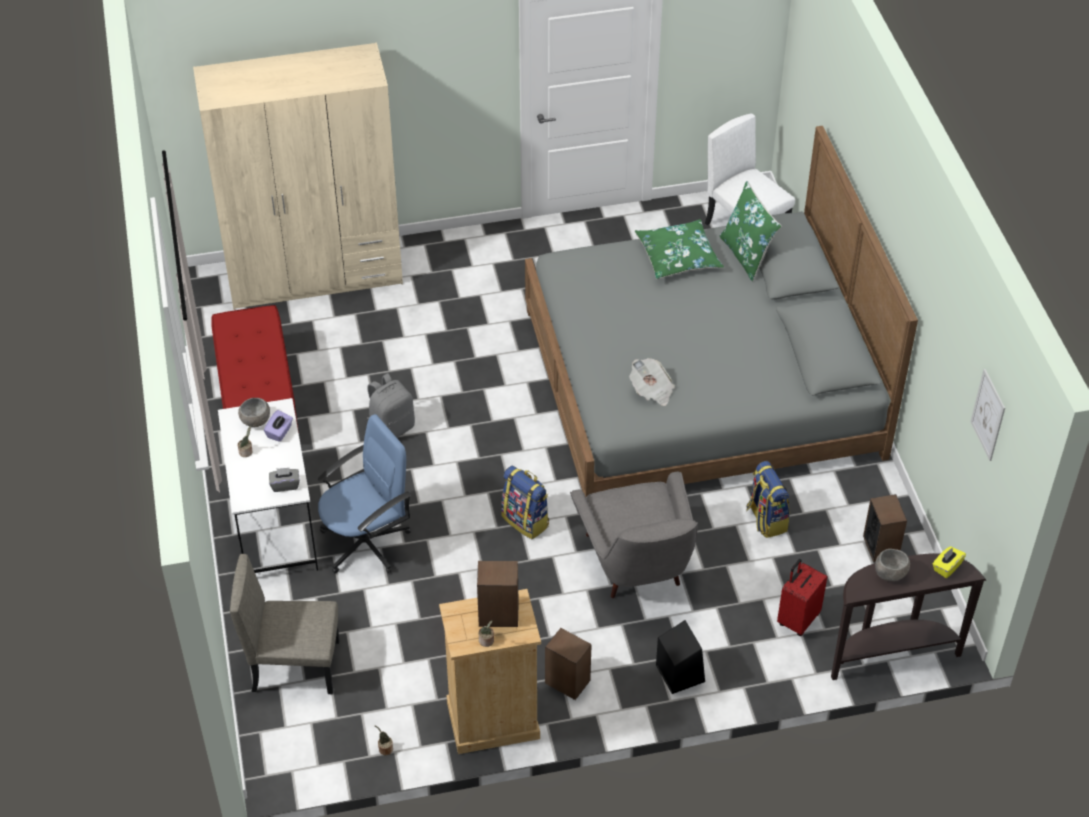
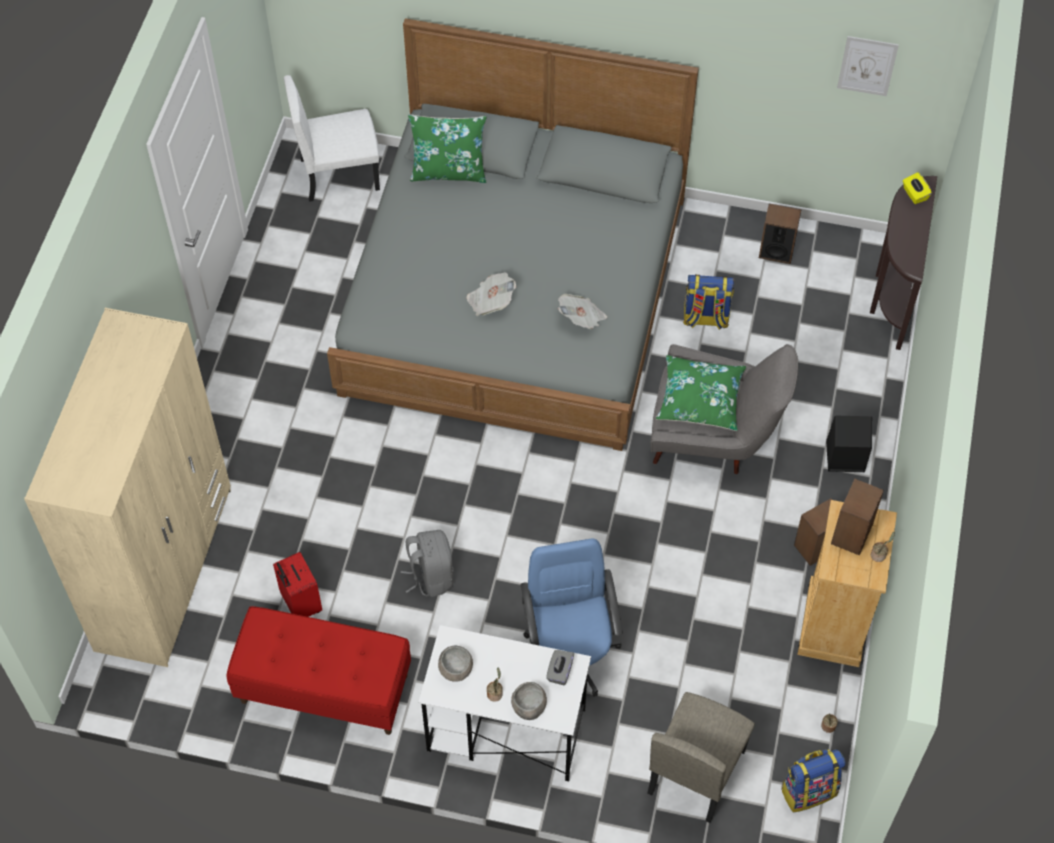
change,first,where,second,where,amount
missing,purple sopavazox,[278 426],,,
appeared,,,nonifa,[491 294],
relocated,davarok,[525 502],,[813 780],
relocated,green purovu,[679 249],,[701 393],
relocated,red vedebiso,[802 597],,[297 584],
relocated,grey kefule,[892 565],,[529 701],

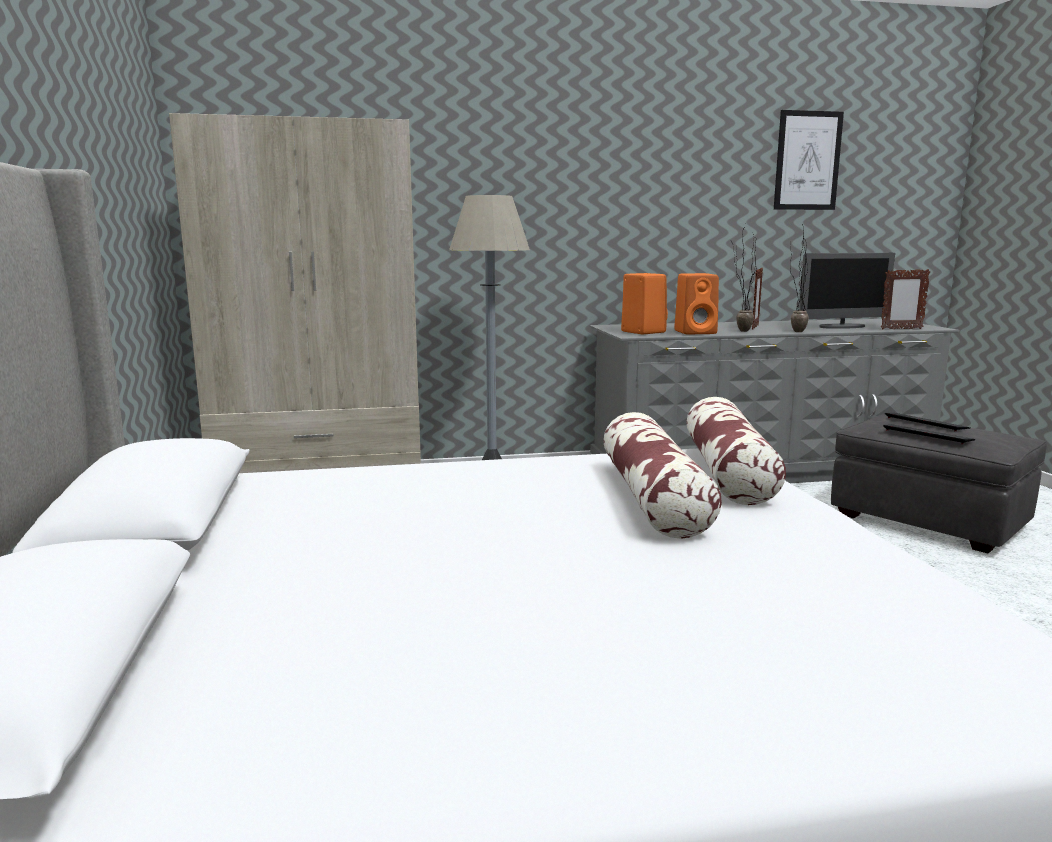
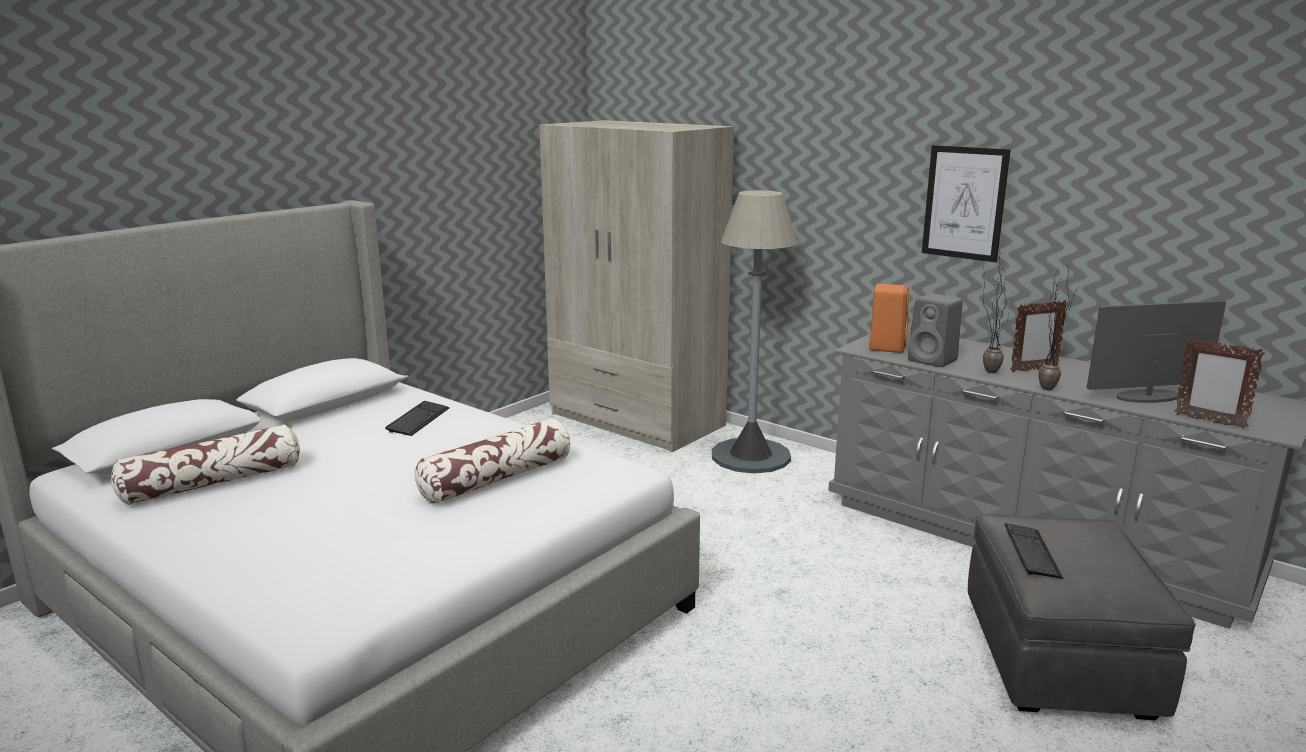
change,first,where,second,where,amount
relocated,purovu,[736 451],,[205 464],
relocated,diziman,[809 160],,[966 203],
relocated,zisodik,[927 422],,[417 418],
colour,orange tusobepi,[696 303],grey tusobepi,[935 330],
spun,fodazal,[847 291],,[1156 351],135 degrees clockwise

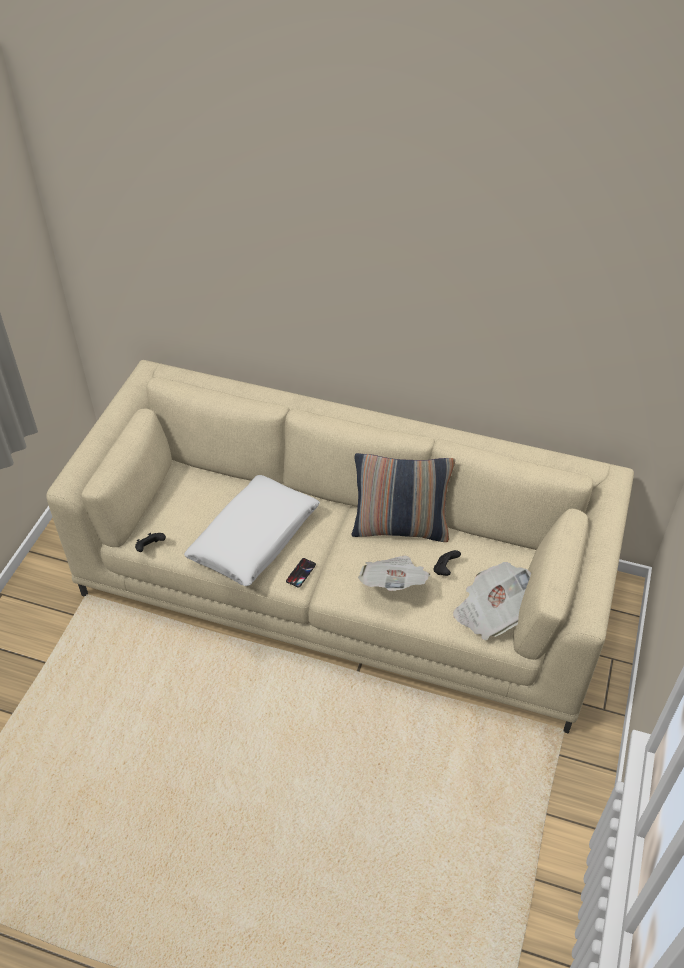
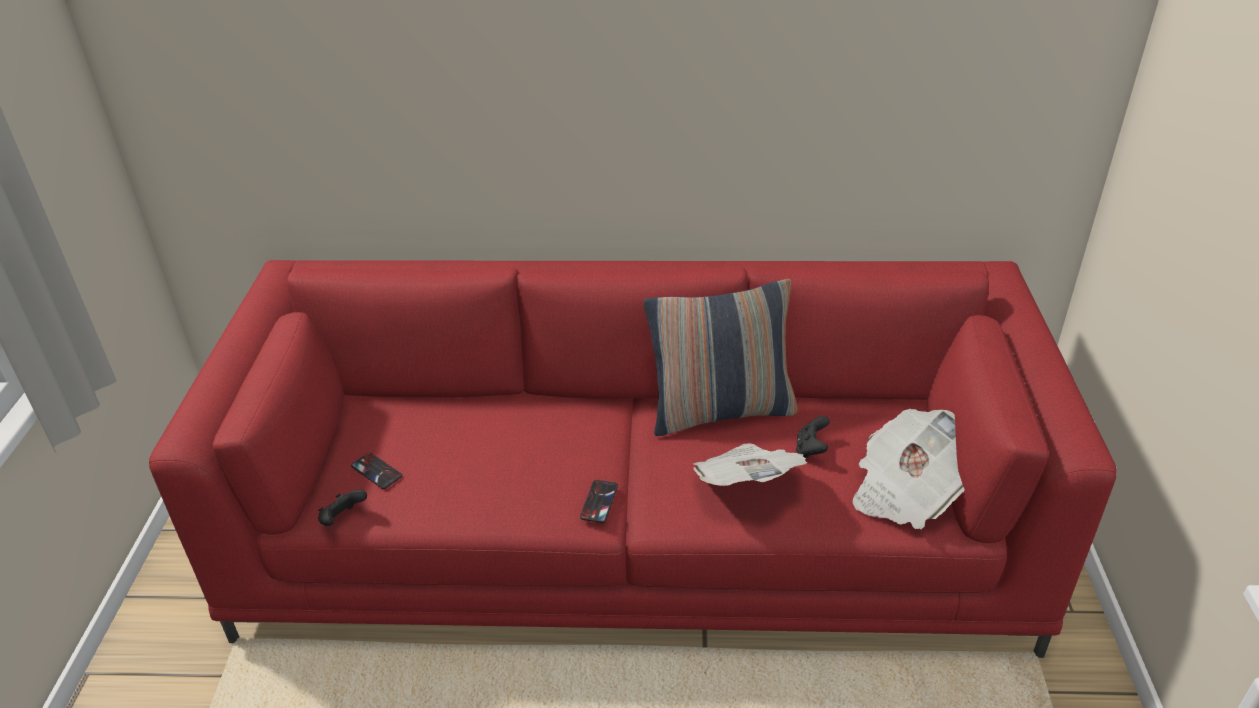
change,first,where,second,where,amount
missing,white purovu,[252 530],,,
appeared,,,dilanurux,[376 471],
colour,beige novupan,[340 547],red novupan,[633 459],

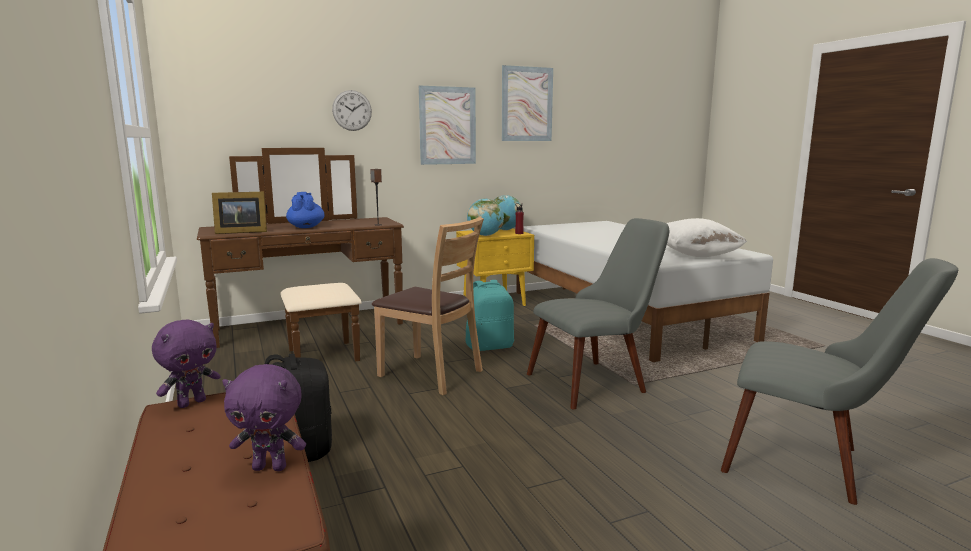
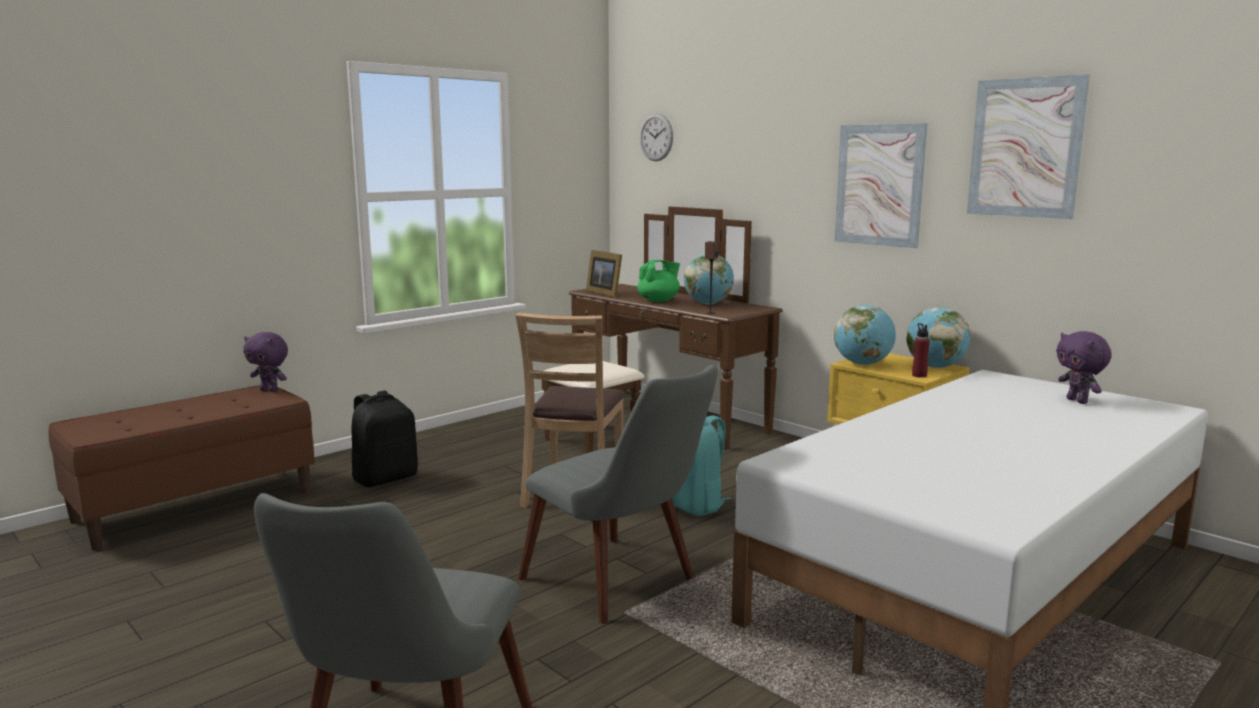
change,first,where,second,where,amount
missing,white purovu,[707 237],,,
appeared,,,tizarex,[709 279],
relocated,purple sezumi,[264 417],,[1083 367],
relocated,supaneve,[352 110],,[656 137],
colour,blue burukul,[305 210],green burukul,[659 281],

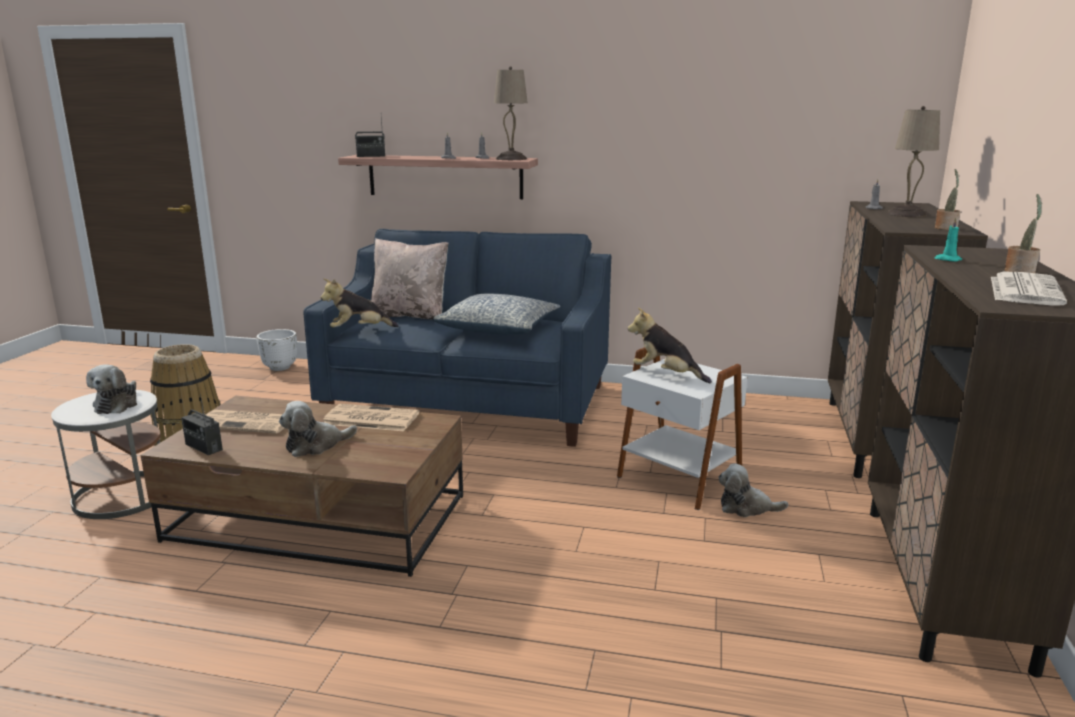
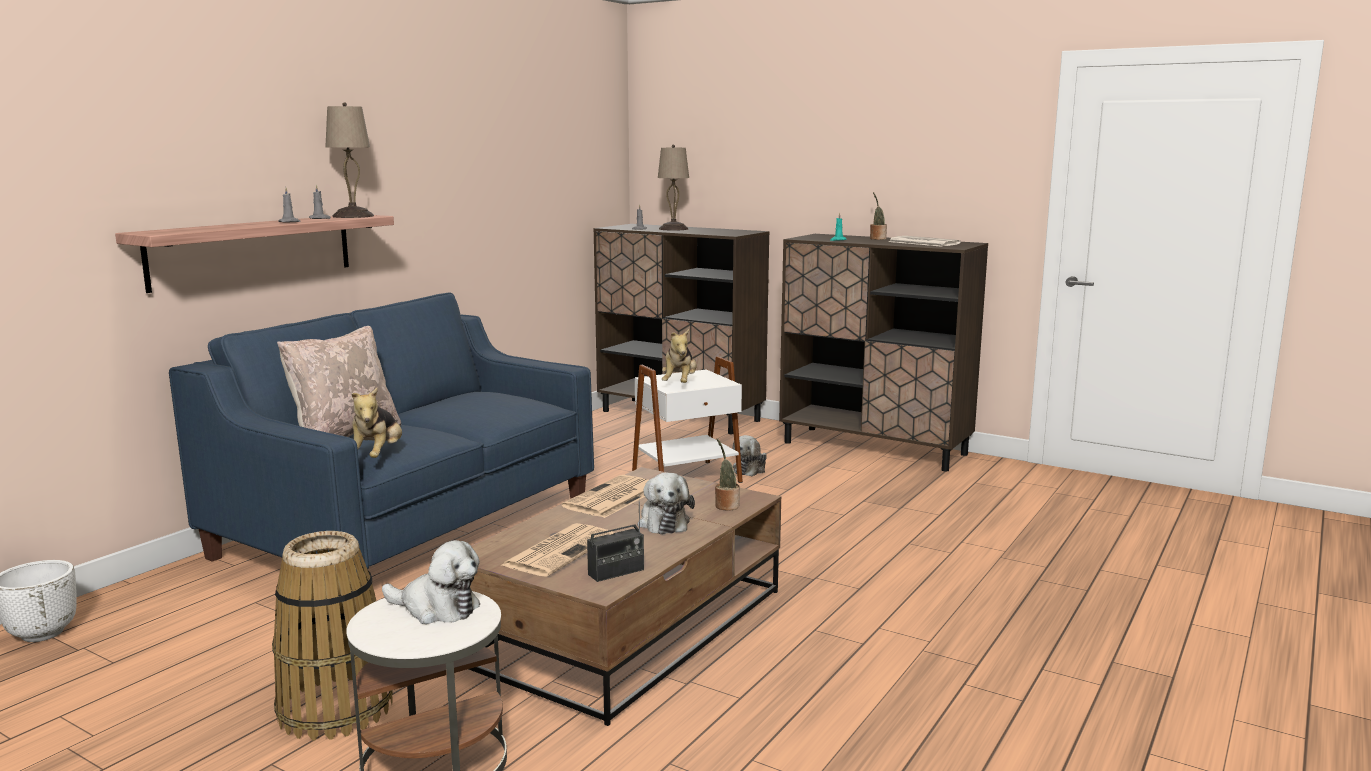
change,first,where,second,where,amount
missing,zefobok,[370 137],,,
missing,purovu,[496 314],,,
relocated,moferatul,[947 199],,[727 474],
spun,sezumi,[670 345],,[679 356],45 degrees counterclockwise

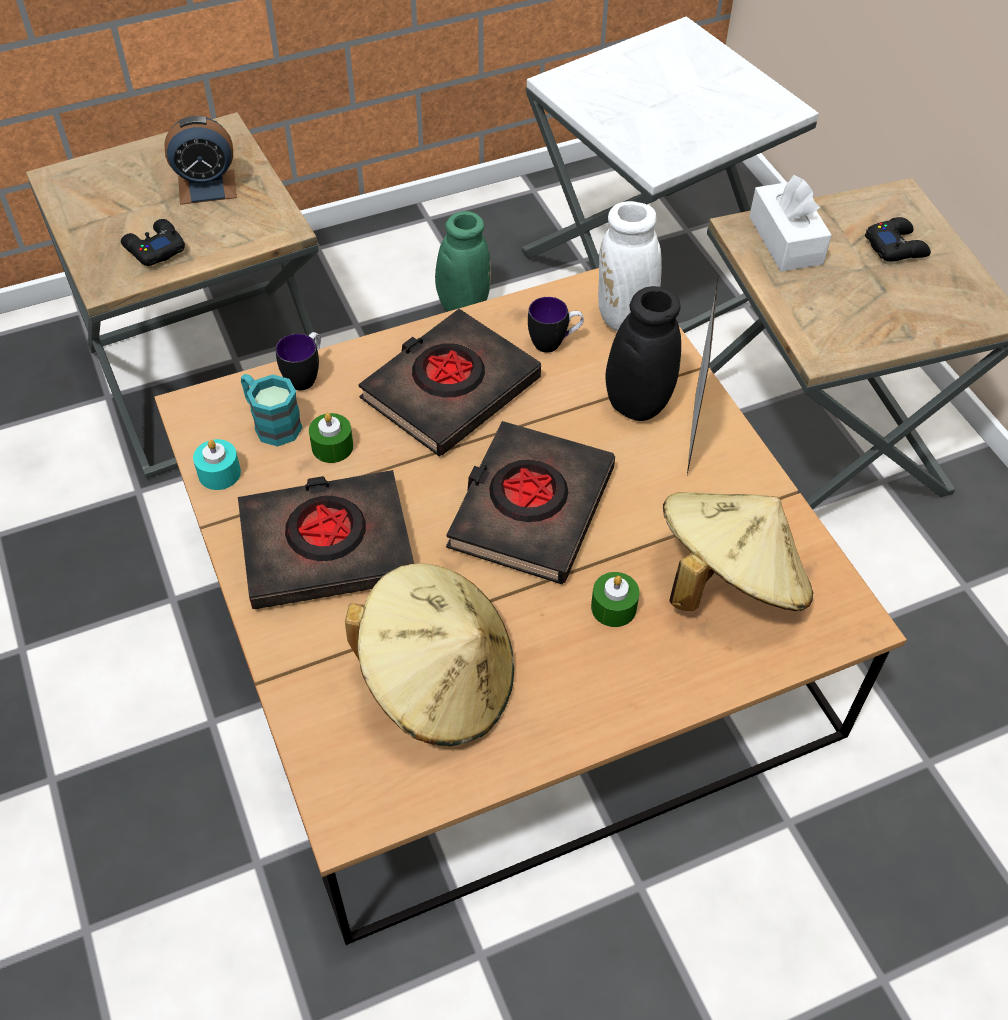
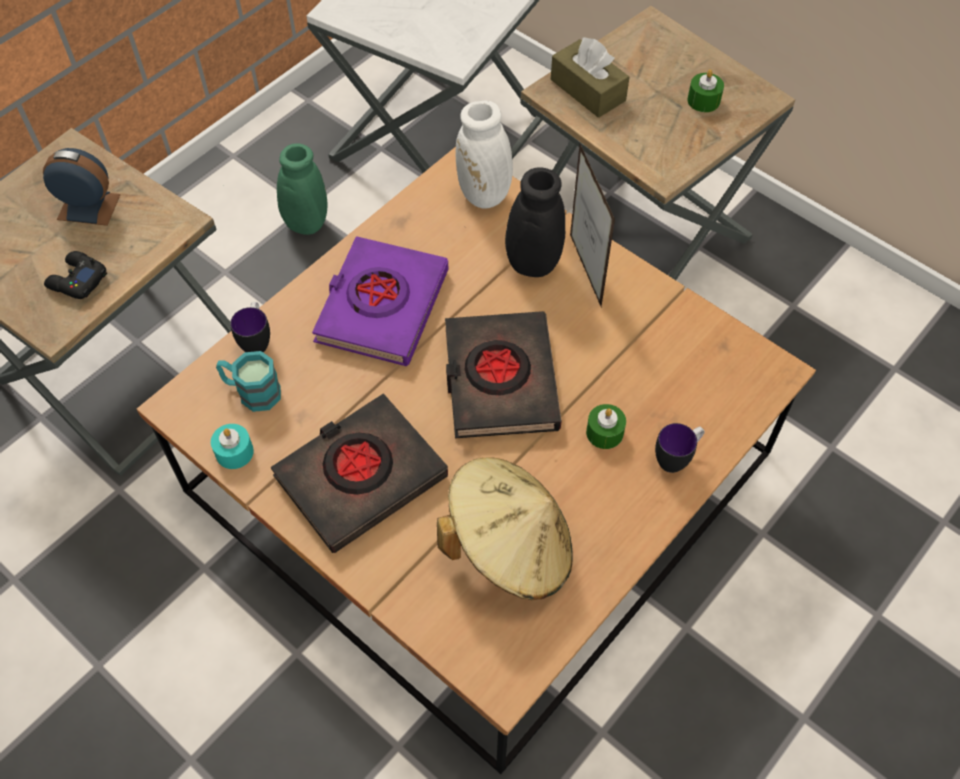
change,first,where,second,where,amount
missing,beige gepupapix,[738 551],,,
missing,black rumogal,[898 239],,,
relocated,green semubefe,[331 438],,[705 91],
relocated,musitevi,[556 325],,[680 448],
colour,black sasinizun,[449 382],purple sasinizun,[380 301],
colour,white sopavazox,[790 223],brown sopavazox,[590 77],
spun,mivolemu,[200 160],,[81 187],135 degrees counterclockwise

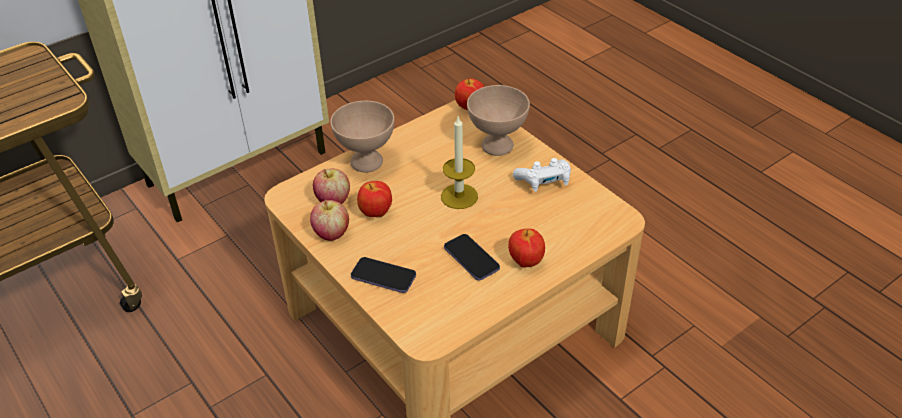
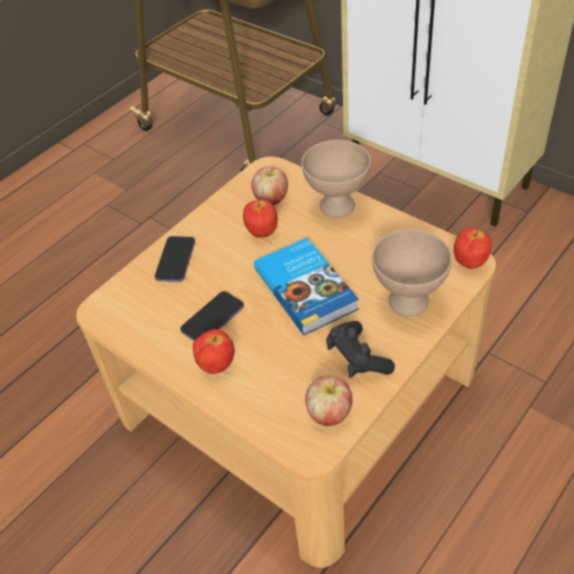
change,first,where,second,where,amount
relocated,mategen,[329 220],,[329 400],
exchanged,semubefe,[459 163],sasinizun,[306 286],
colour,white rumogal,[542 175],black rumogal,[360 349],

